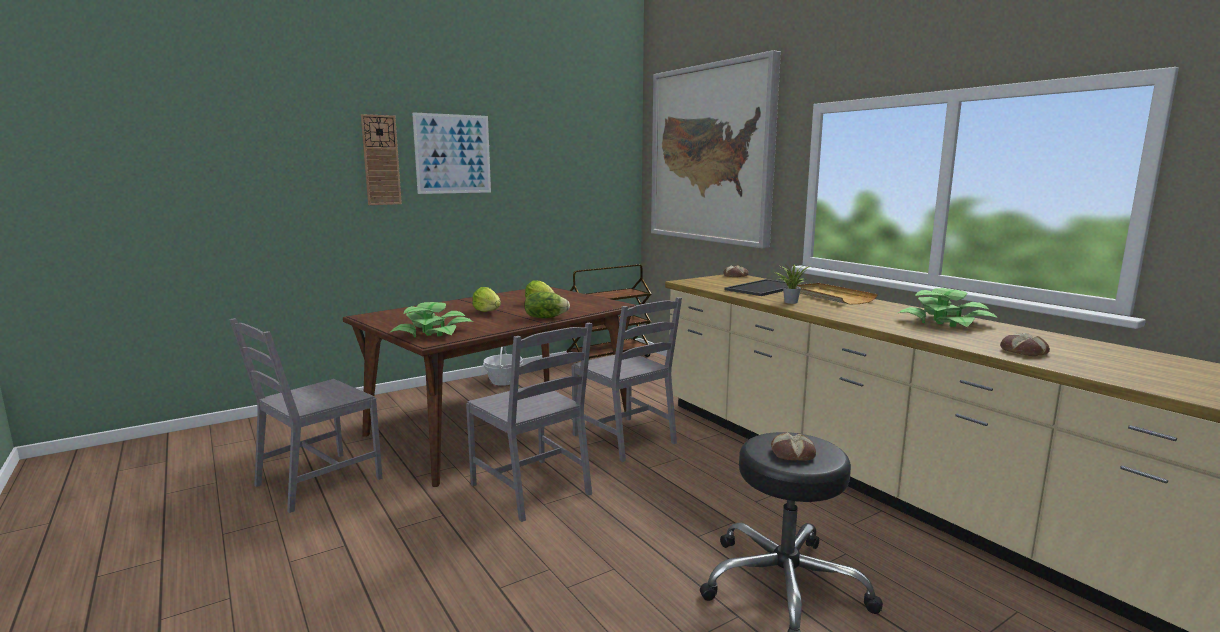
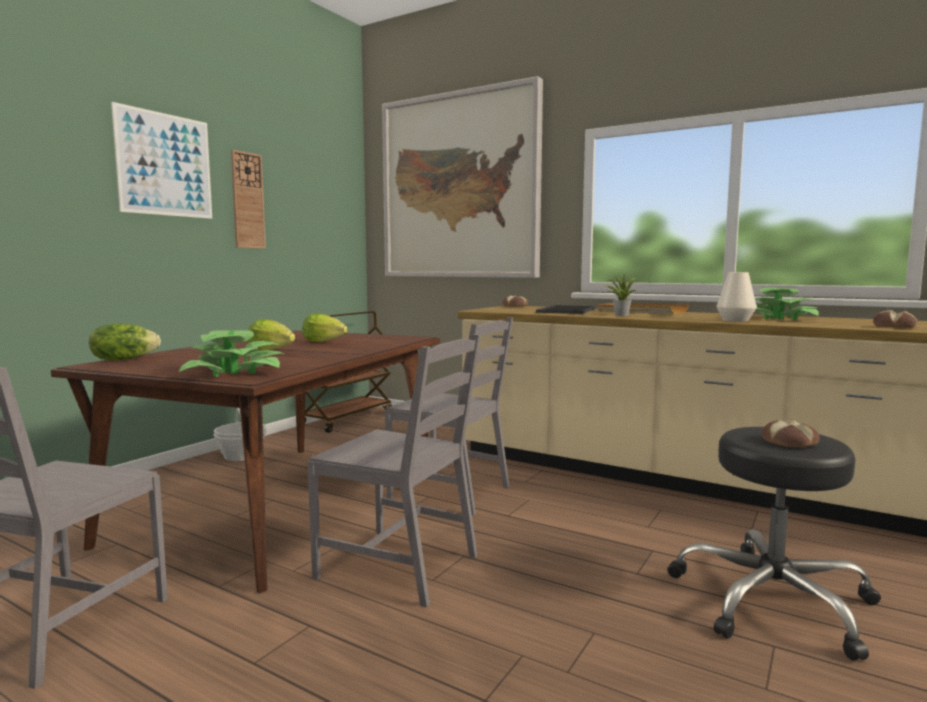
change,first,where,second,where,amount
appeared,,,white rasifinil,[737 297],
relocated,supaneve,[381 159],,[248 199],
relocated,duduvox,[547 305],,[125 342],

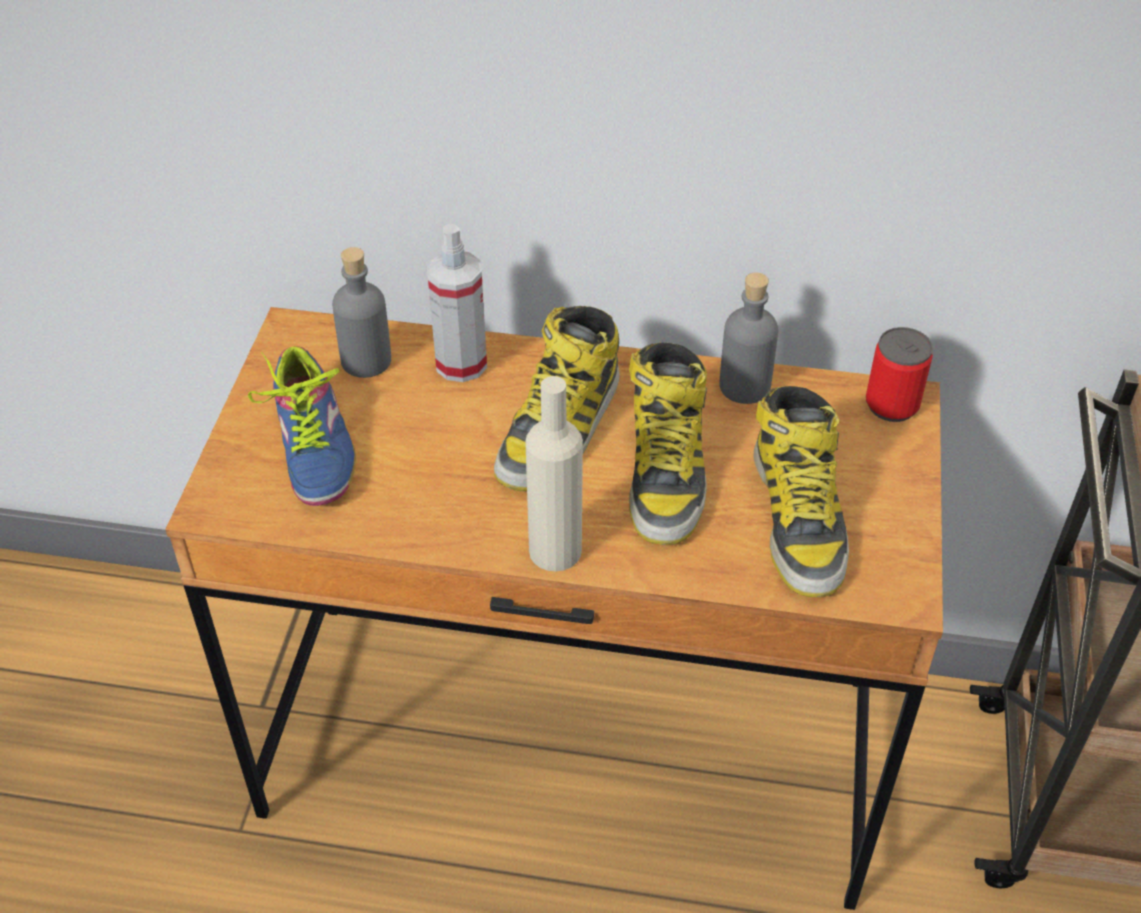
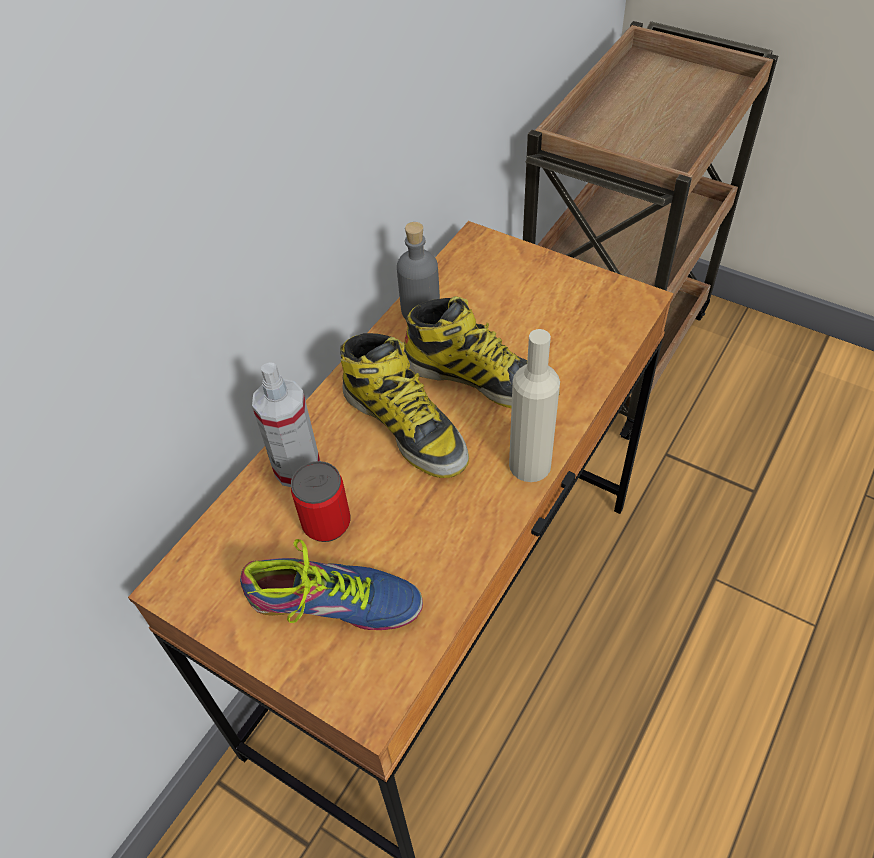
change,first,where,second,where,amount
missing,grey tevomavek,[361 312],,,
missing,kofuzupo,[801 491],,,
relocated,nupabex,[899 374],,[320 501],

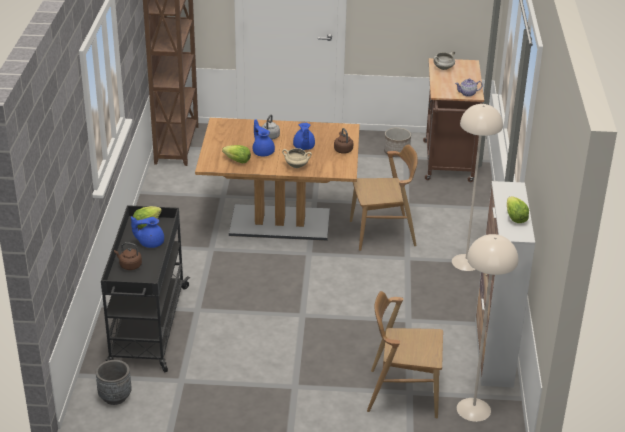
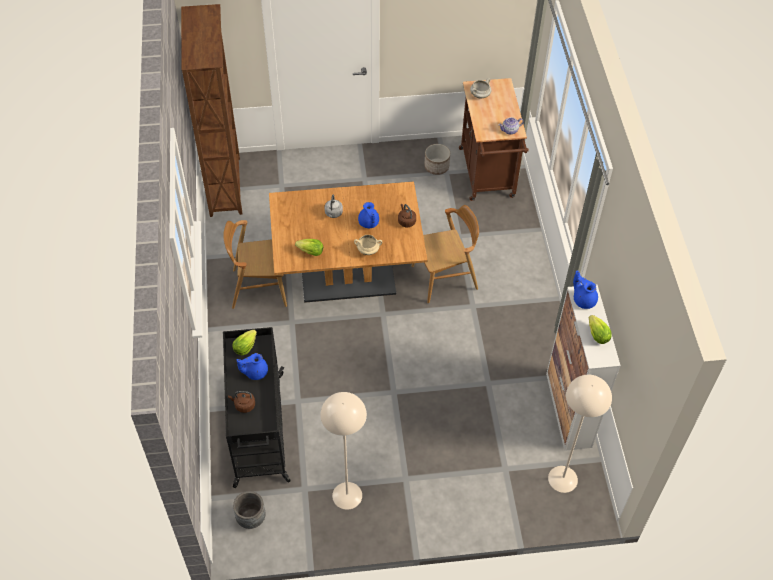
change,first,where,second,where,amount
relocated,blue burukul,[264 138],,[585 289],
relocated,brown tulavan,[405 355],,[255 264],
relocated,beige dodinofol,[477 187],,[343 451],

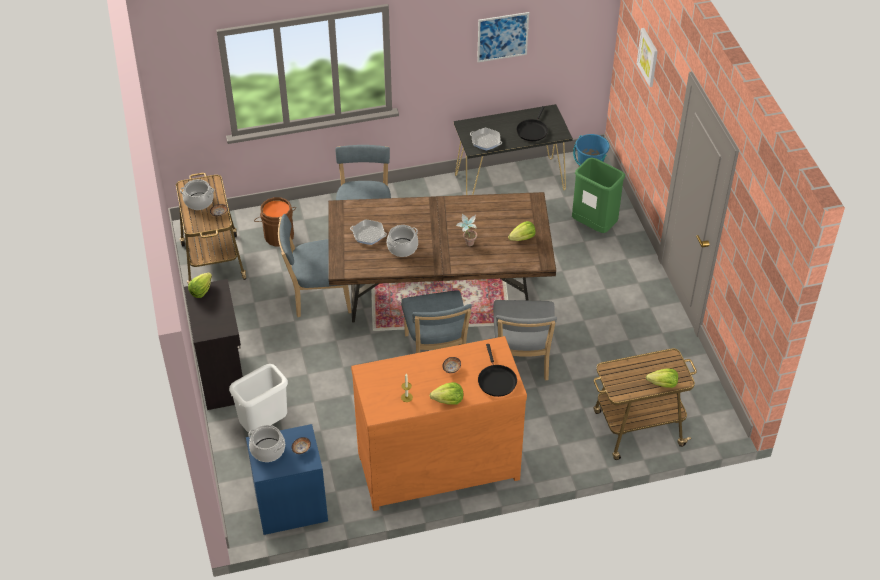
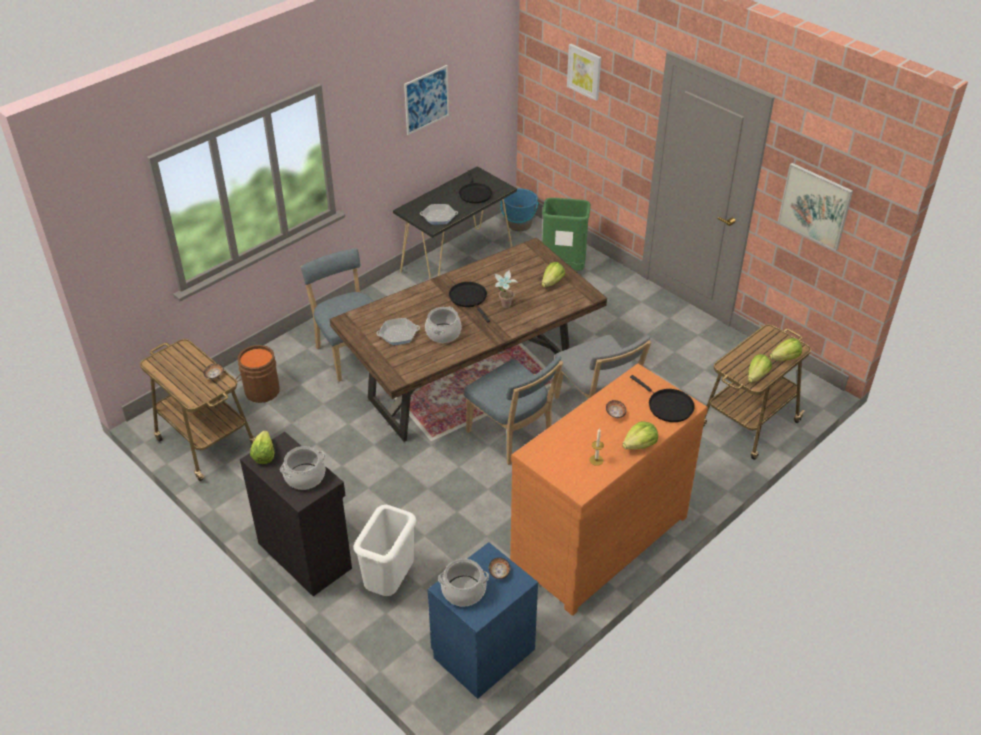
change,first,where,second,where,amount
missing,blue tulavan,[315 265],,,
appeared,,,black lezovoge,[469 302],
appeared,,,duduvox,[760 368],
appeared,,,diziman,[815 207],
relocated,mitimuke,[197 194],,[302 468],

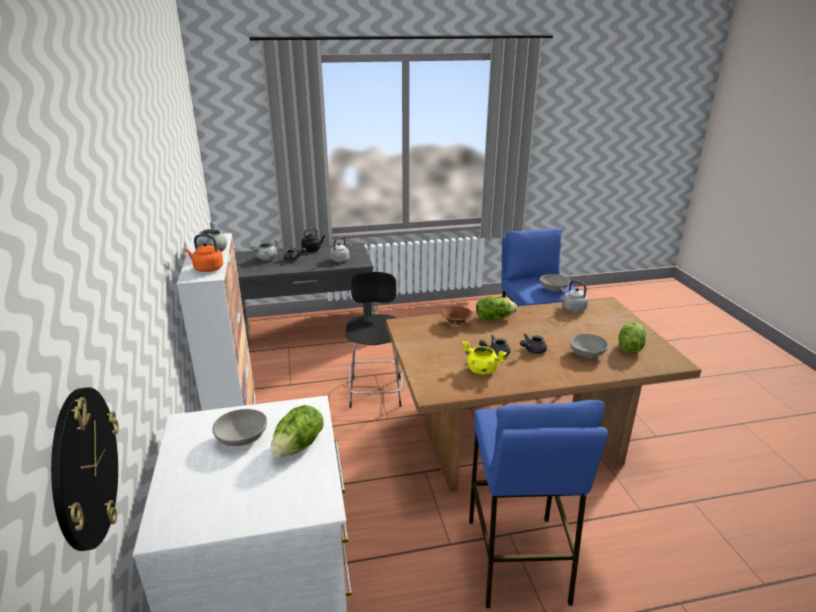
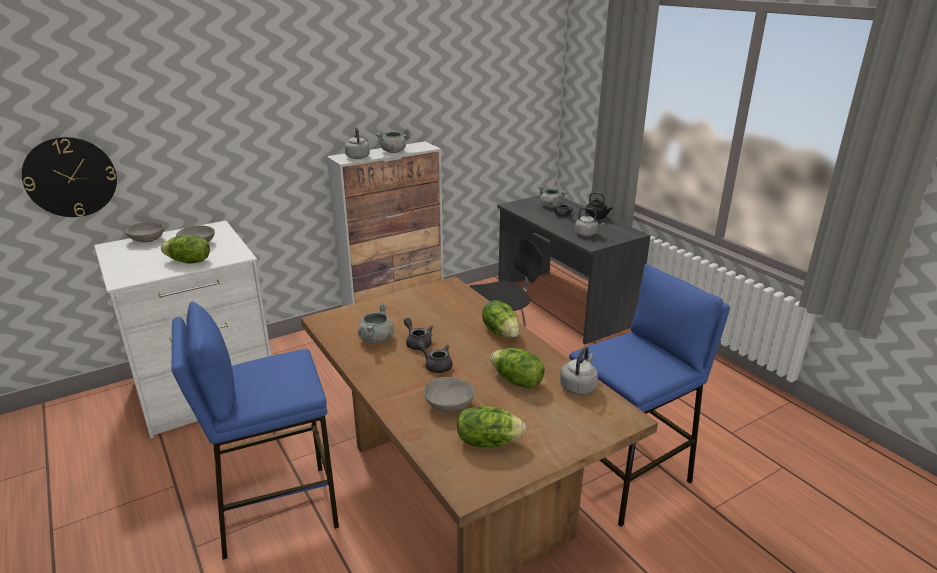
change,first,where,second,where,amount
missing,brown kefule,[457 315],,,
appeared,,,duduvox,[517 368],
relocated,grey kefule,[555 282],,[144 232],
colour,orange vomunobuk,[204 253],grey vomunobuk,[357 143],
colour,yellow mitimuke,[484 358],grey mitimuke,[376 323],

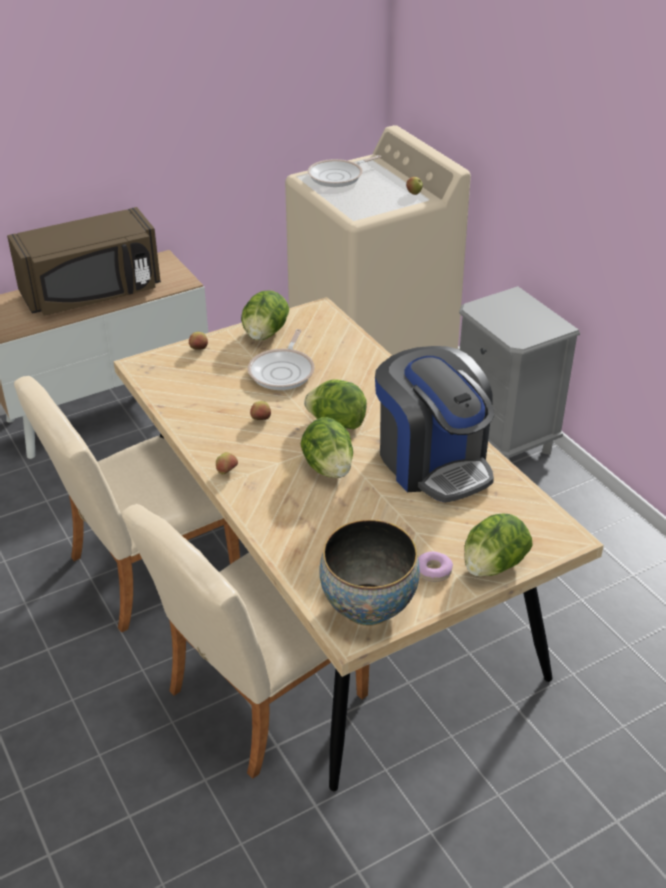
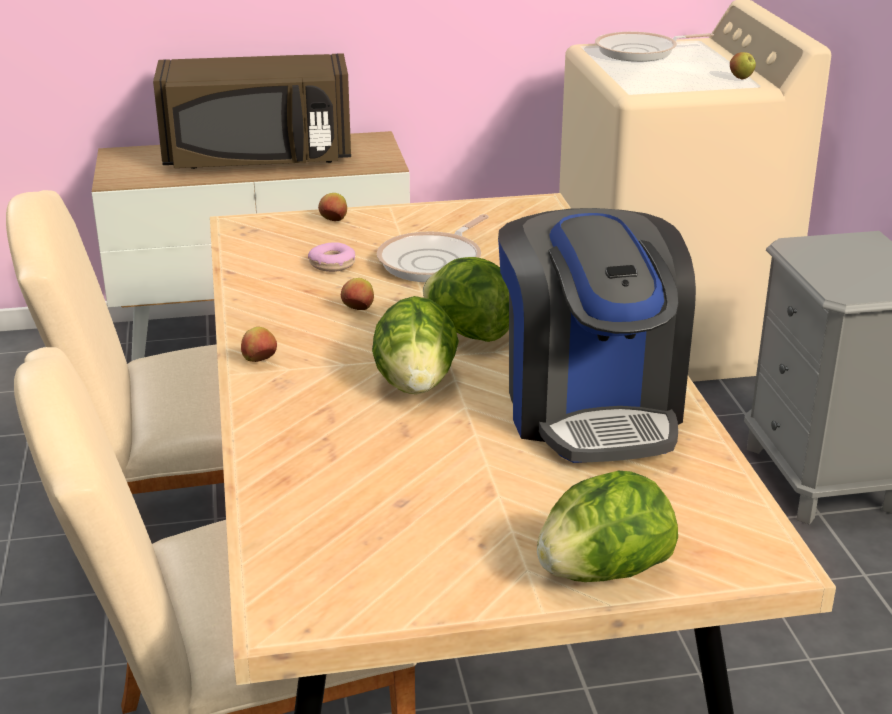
change,first,where,second,where,amount
missing,duduvox,[265 316],,,
missing,kefule,[369 572],,,
relocated,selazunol,[435 566],,[331 257],

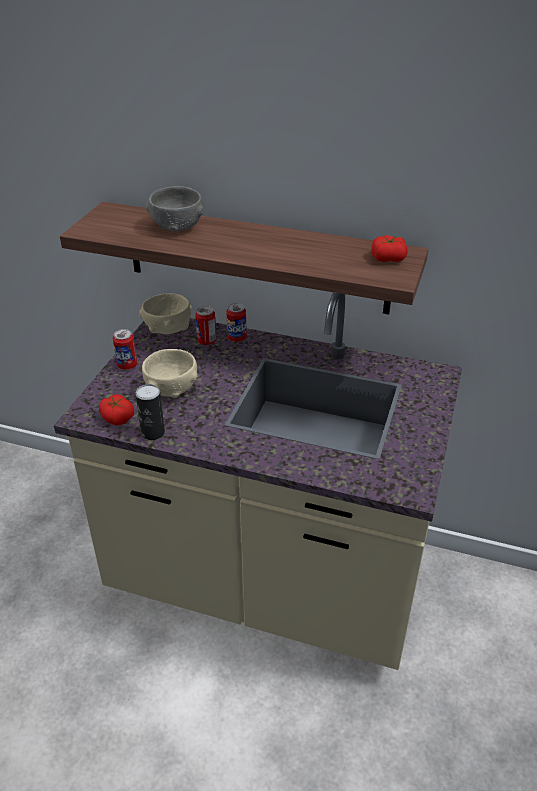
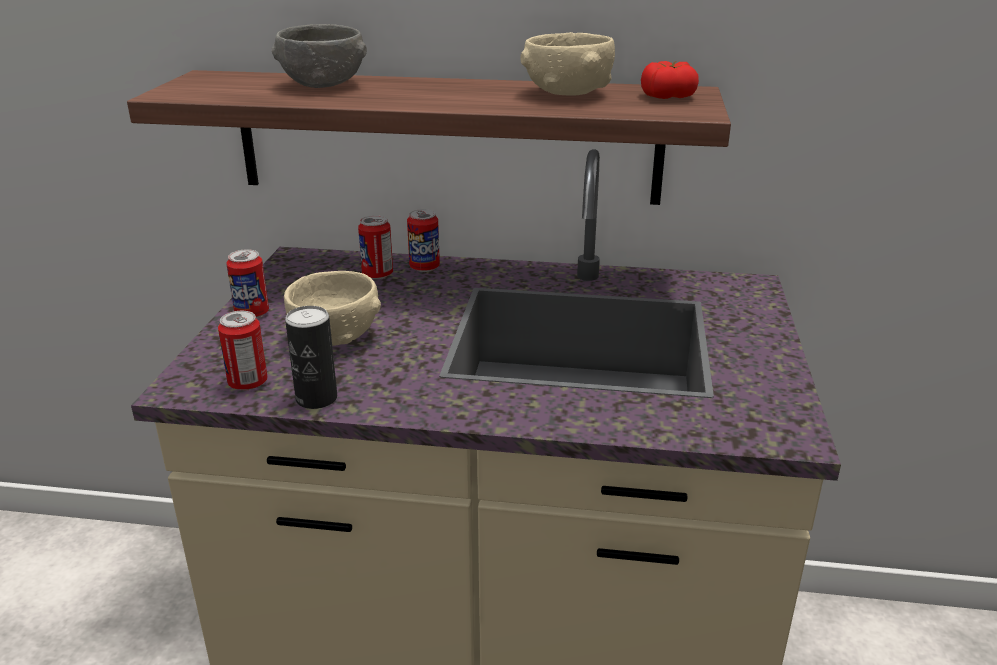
change,first,where,second,where,amount
relocated,beige kefule,[165 313],,[568 64],
exchanged,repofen,[116 410],nupabex,[243 350],

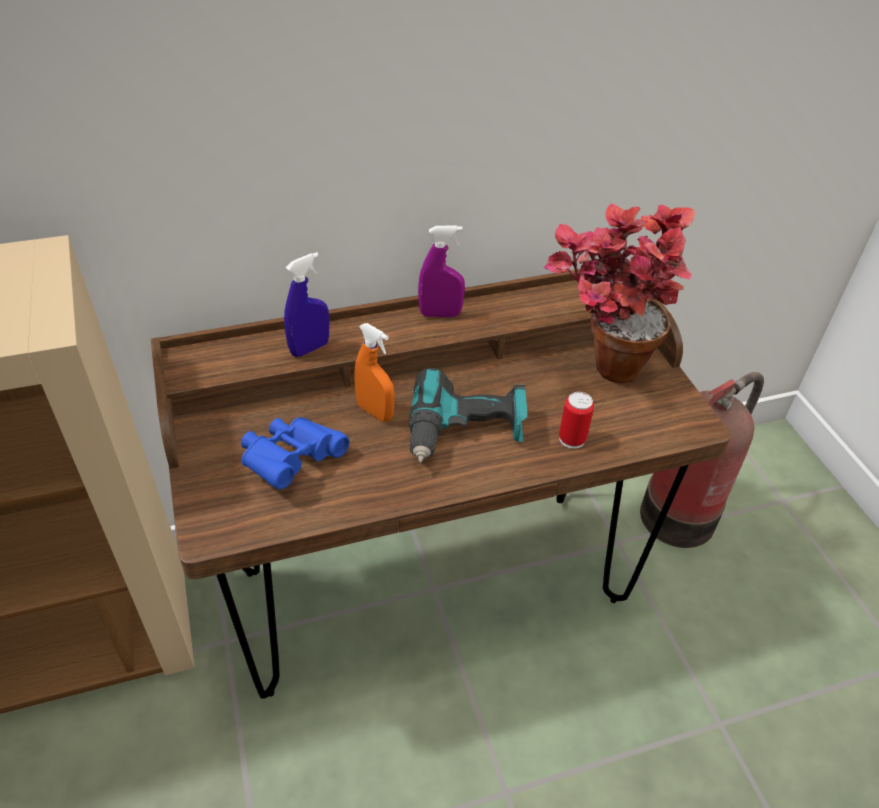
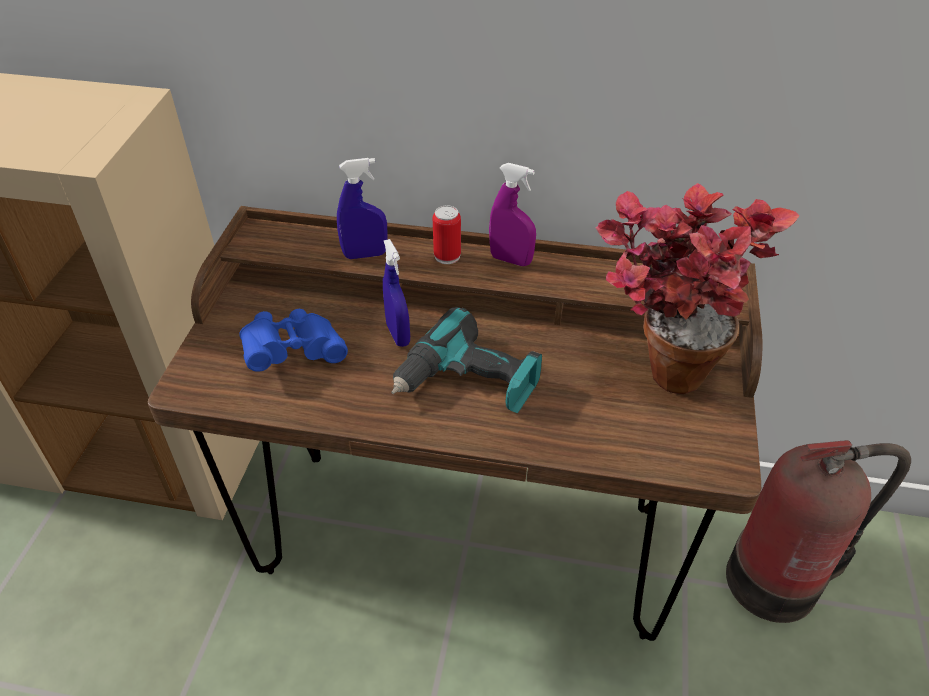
change,first,where,second,where,amount
relocated,nupabex,[576 420],,[447 234],
colour,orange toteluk,[375 372],blue toteluk,[396 293],

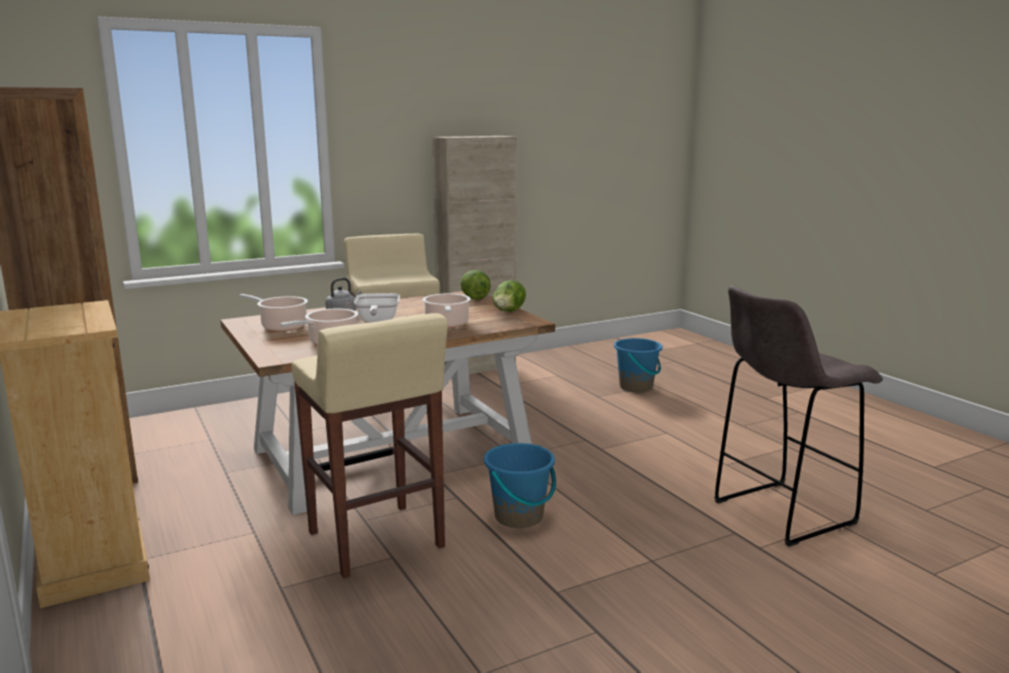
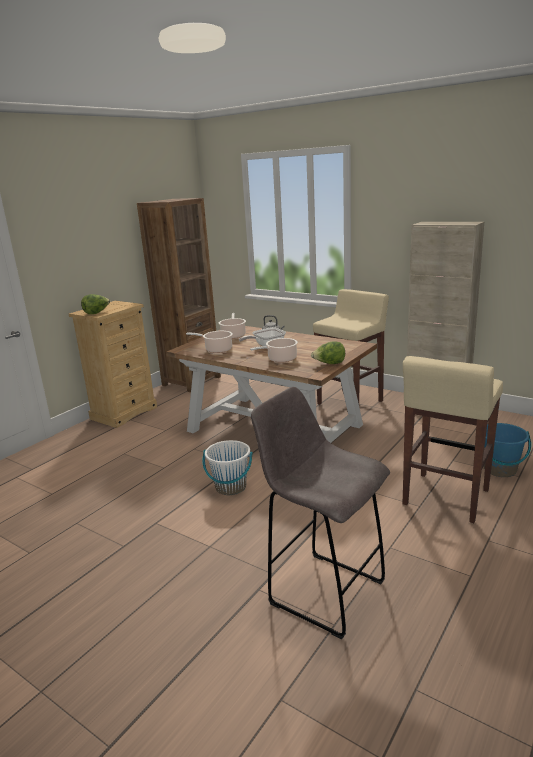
change,first,where,second,where,amount
relocated,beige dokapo,[370 445],,[453 439],
relocated,duduvox,[476 285],,[95 304],
colour,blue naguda,[520 485],white naguda,[227 467],

